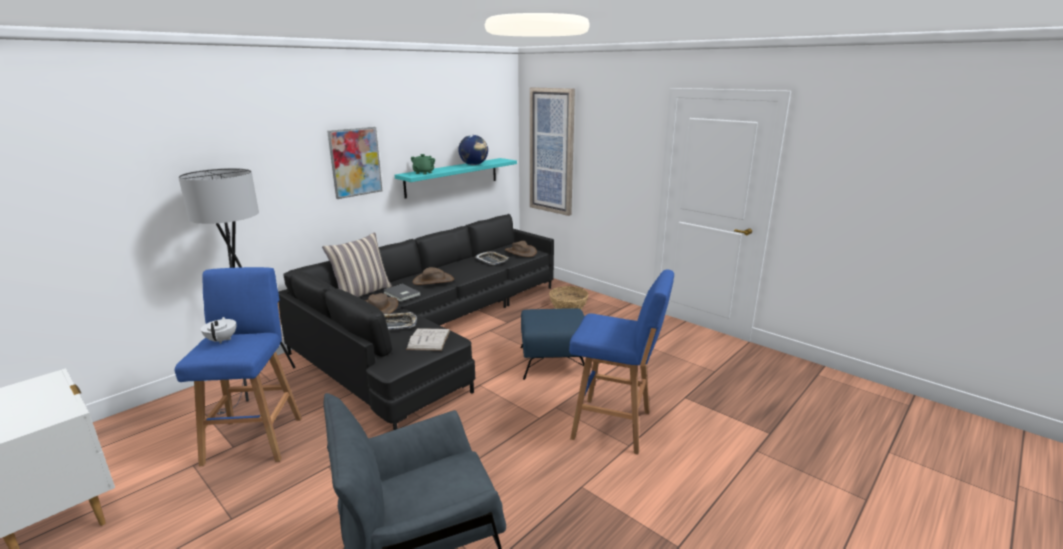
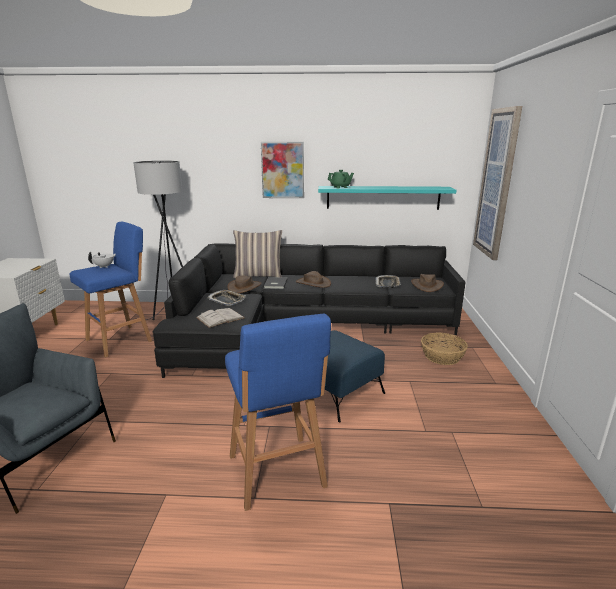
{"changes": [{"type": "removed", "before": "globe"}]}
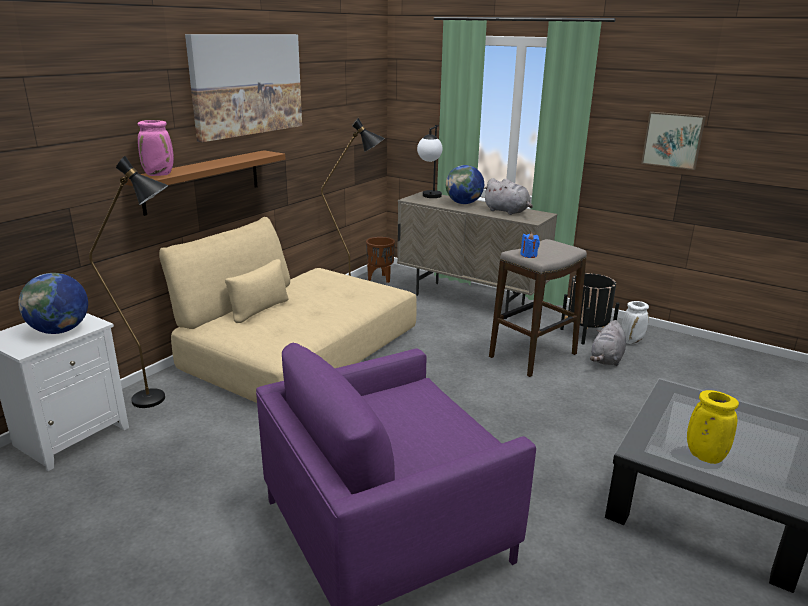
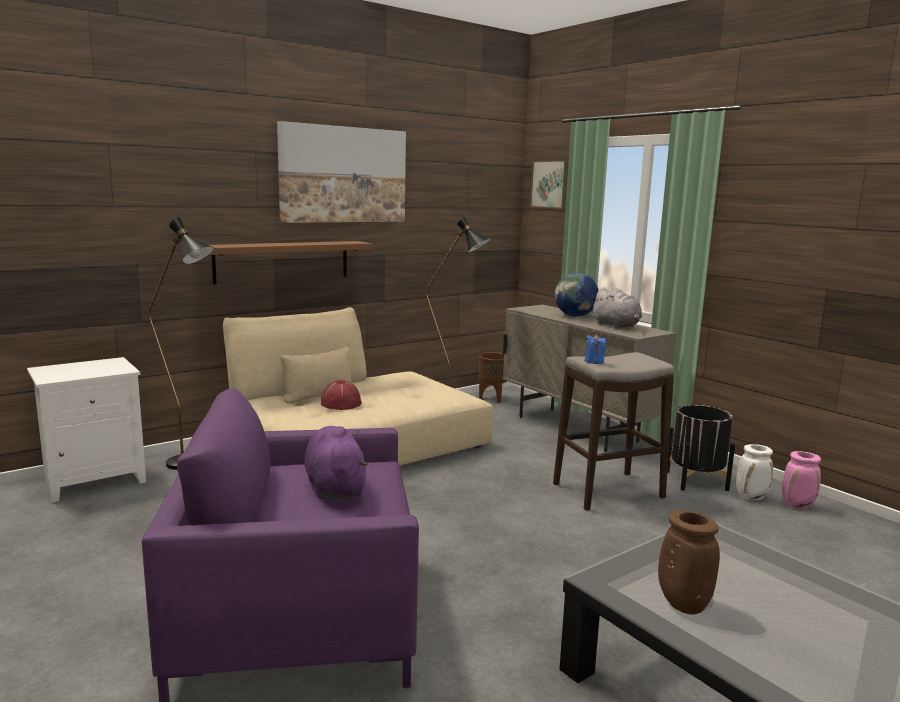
{"changes": [{"type": "added", "after": "peluche (violet)"}, {"type": "added", "after": "chapeau (rouge)"}, {"type": "moved", "before": "tableau (2nd from left)"}, {"type": "recoloured", "before": "vase (jaune)", "after": "vase (marron)"}, {"type": "moved", "before": "vase (rose)"}, {"type": "removed", "before": "globe (1st from left)"}, {"type": "removed", "before": "lampe de table"}, {"type": "removed", "before": "peluche (gris) (2nd from left)"}]}
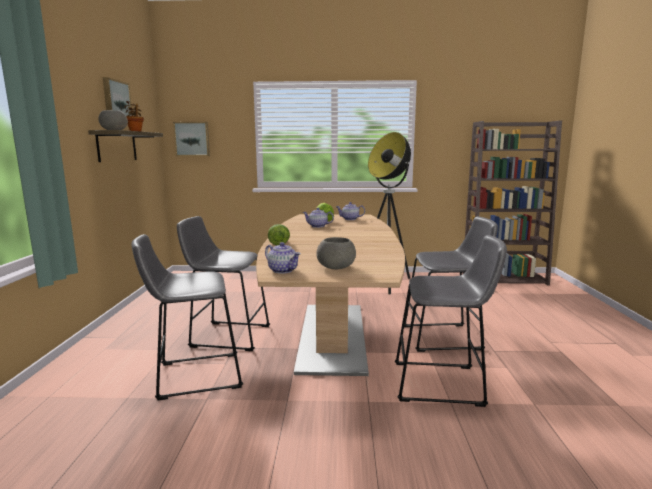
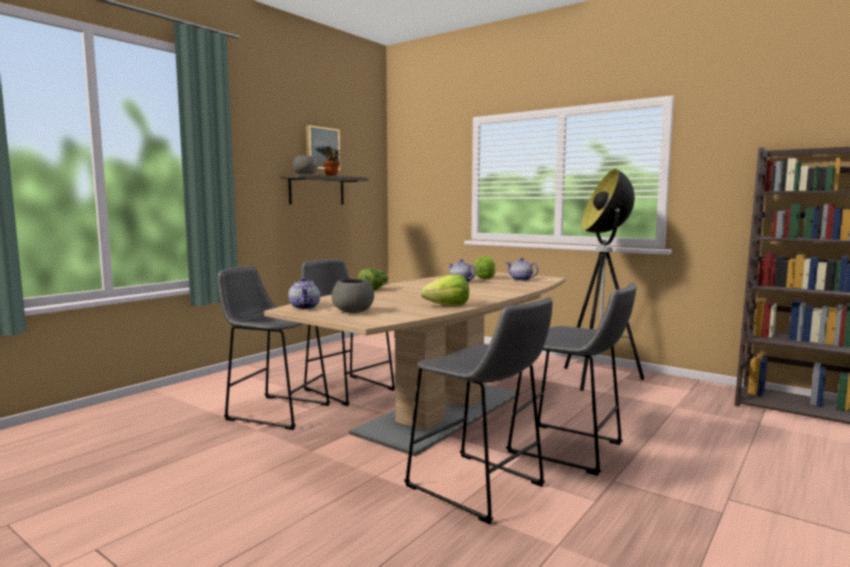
{"changes": [{"type": "added", "after": "laitue (2nd from left)"}, {"type": "removed", "before": "tableau (2nd from left)"}]}
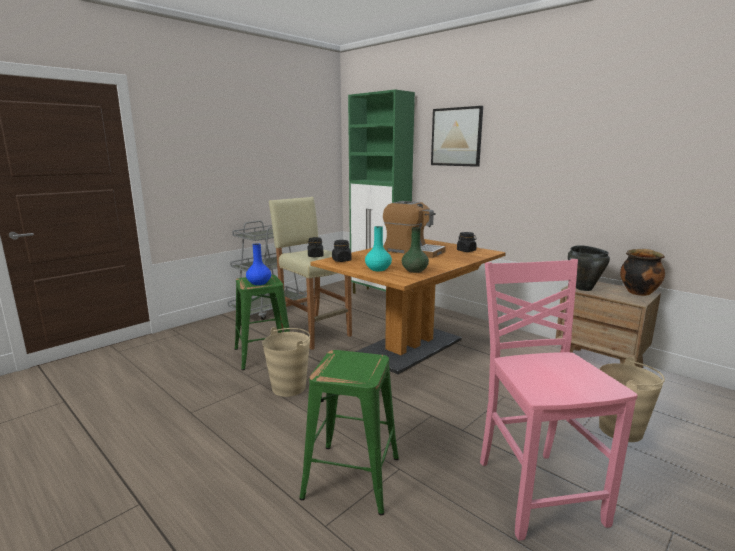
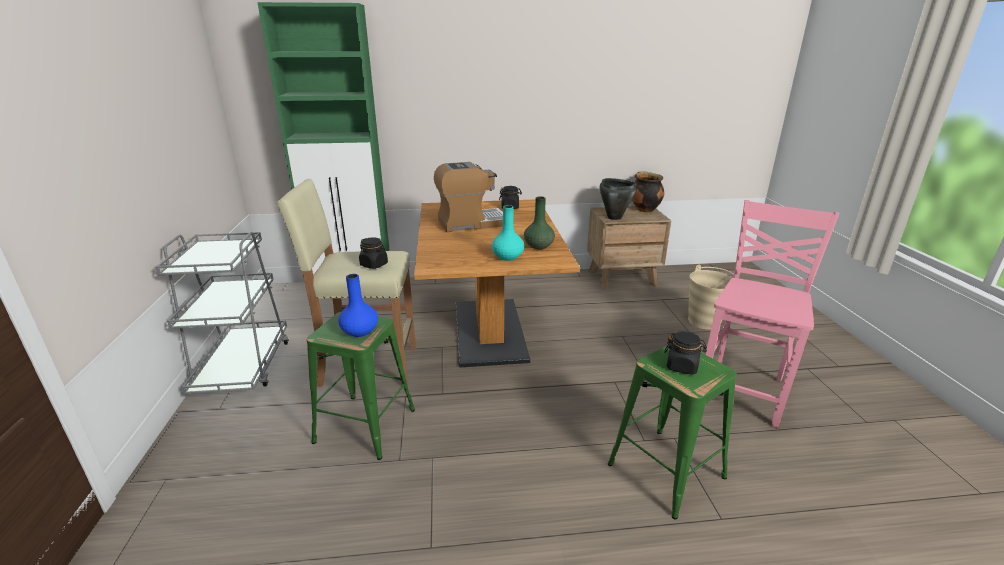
{"changes": [{"type": "moved", "before": "bocal (noir) (2nd from left in the first image)", "after": "bocal (noir) (3rd from left)"}, {"type": "turned", "before": "chaise (rose)", "turn": 90}, {"type": "removed", "before": "seau (beige) (1st from left)"}, {"type": "removed", "before": "tableau"}]}
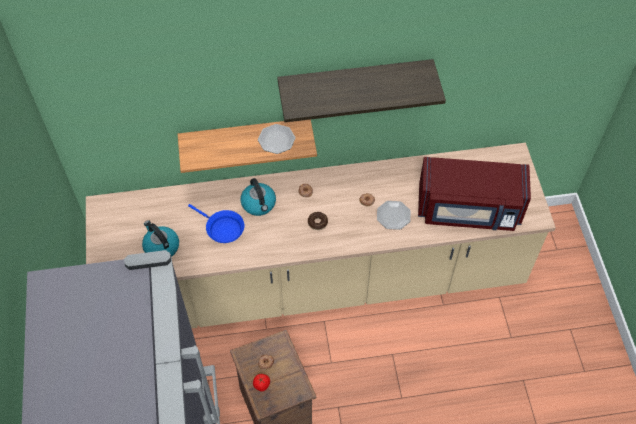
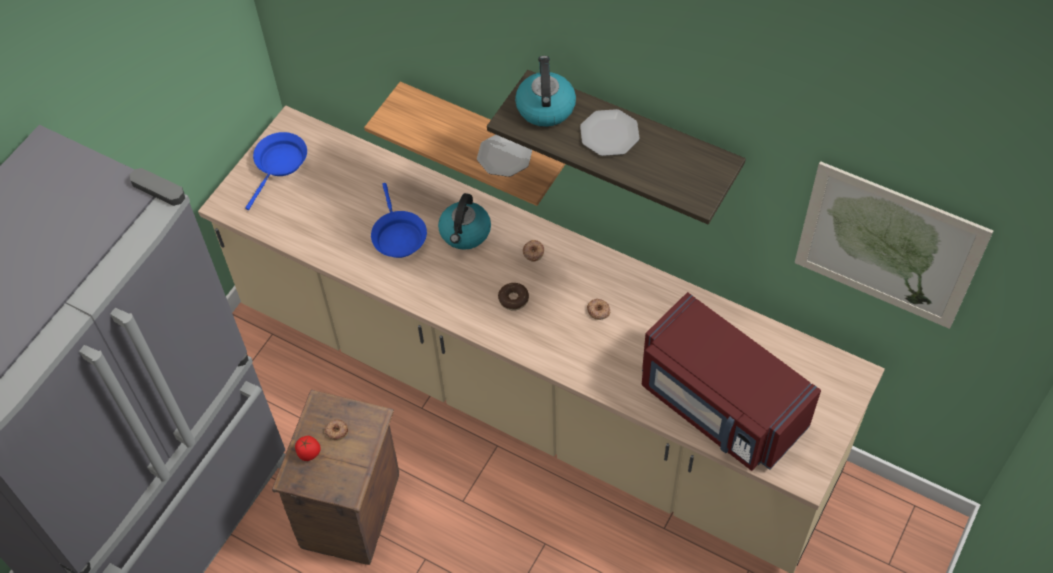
{"changes": [{"type": "added", "after": "poêle (bleu) (1st from left)"}, {"type": "moved", "before": "bouilloire (1st from left in the first image)", "after": "bouilloire (2nd from left)"}, {"type": "moved", "before": "assiette (2nd from left)"}, {"type": "added", "after": "tableau"}]}
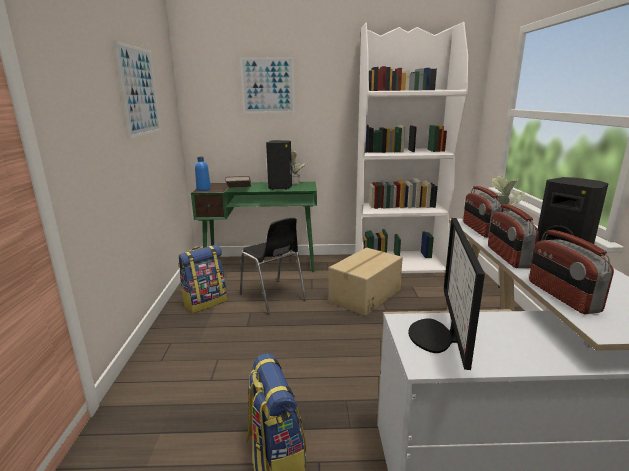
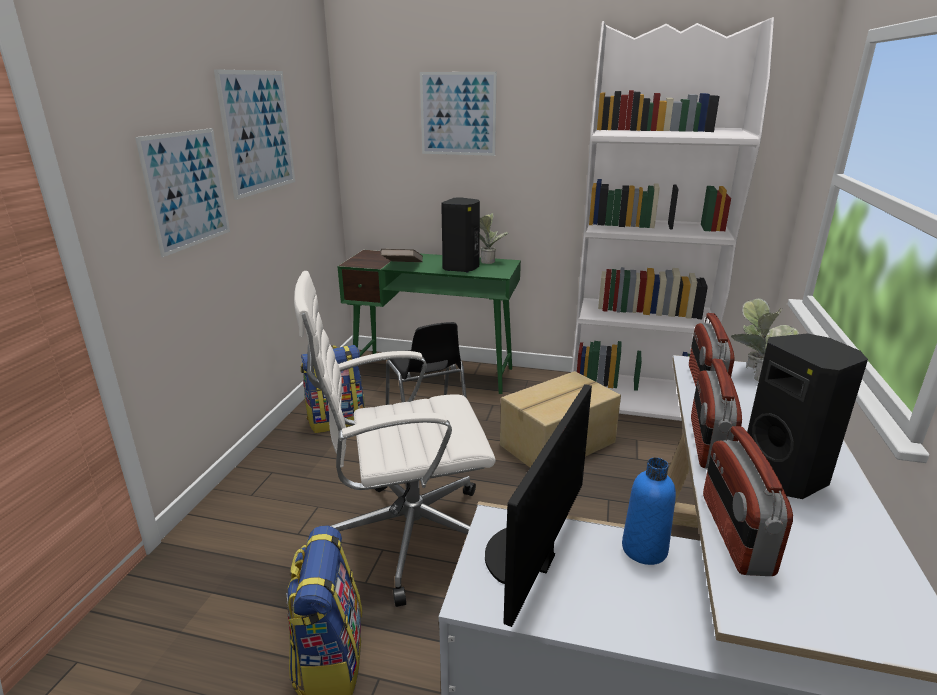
{"changes": [{"type": "added", "after": "tableau (1st from left)"}, {"type": "added", "after": "chaise de bureau (blanc)"}, {"type": "moved", "before": "bouteille (bleu)"}]}
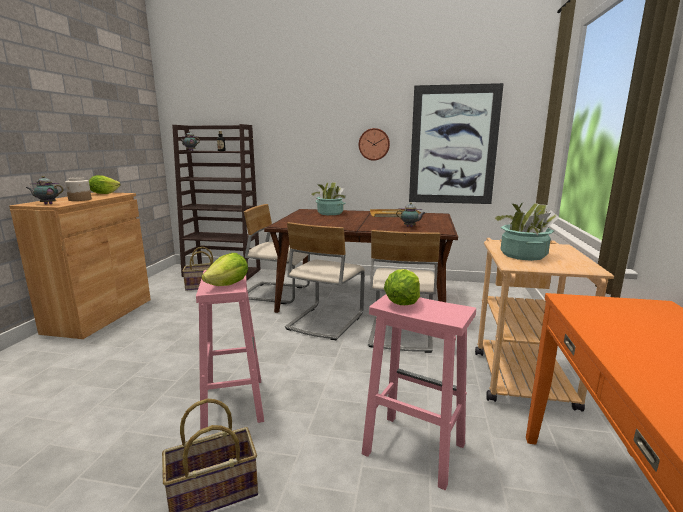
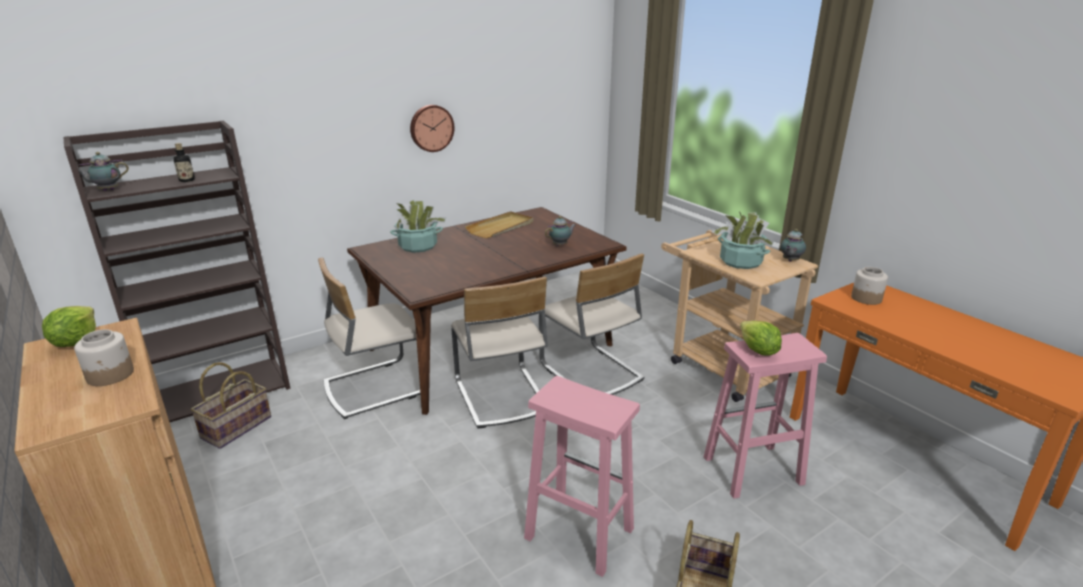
{"changes": [{"type": "moved", "before": "théière (1st from left in the first image)", "after": "théière (3rd from left)"}, {"type": "added", "after": "bocal (2nd from left)"}, {"type": "removed", "before": "laitue (2nd from left)"}, {"type": "removed", "before": "tableau"}]}
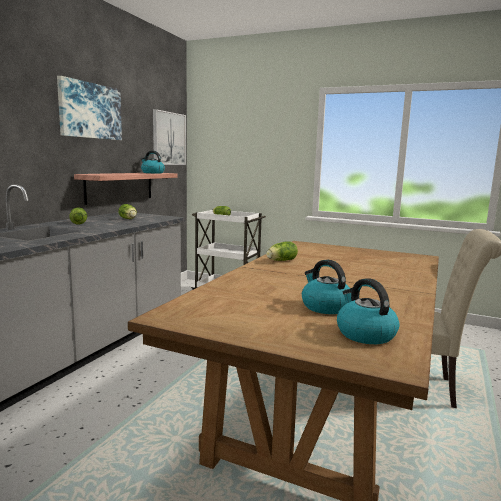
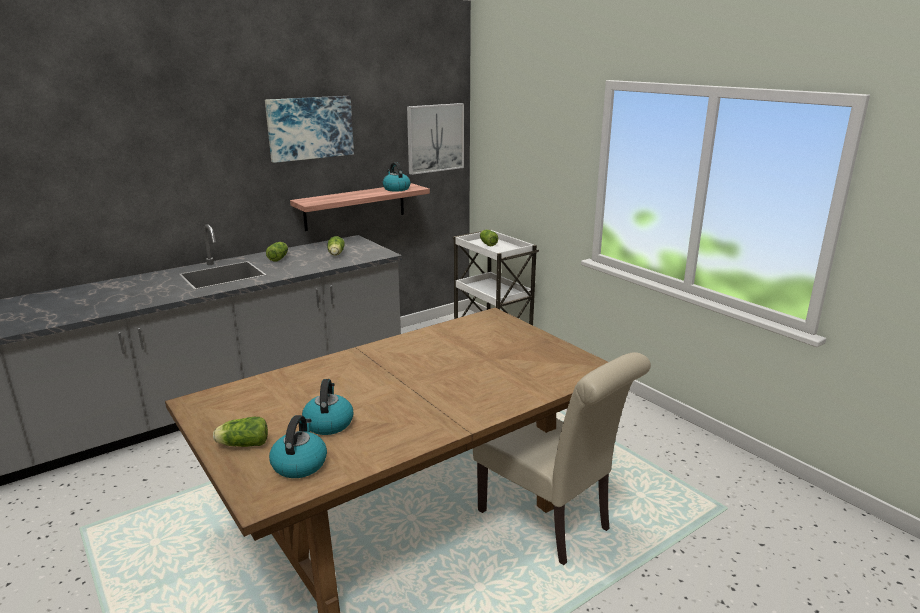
{"changes": [{"type": "moved", "before": "laitue (4th from left in the first image)", "after": "laitue (1st from left)"}]}
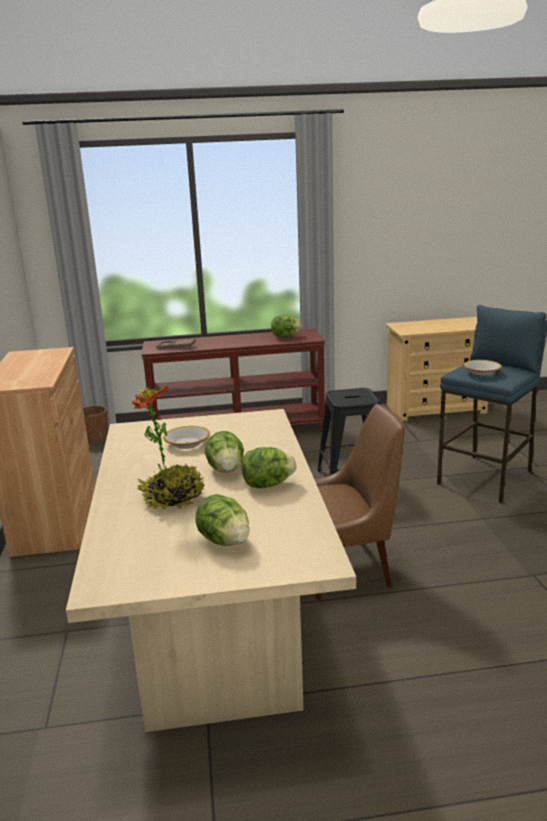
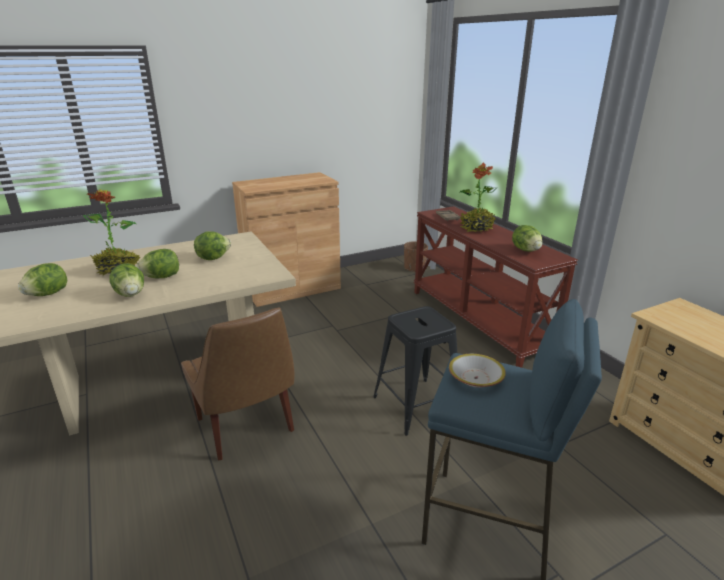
{"changes": [{"type": "replaced", "before": "bol (1st from left)", "after": "laitue (4th from left)"}, {"type": "added", "after": "plante en pot (2nd from left)"}]}
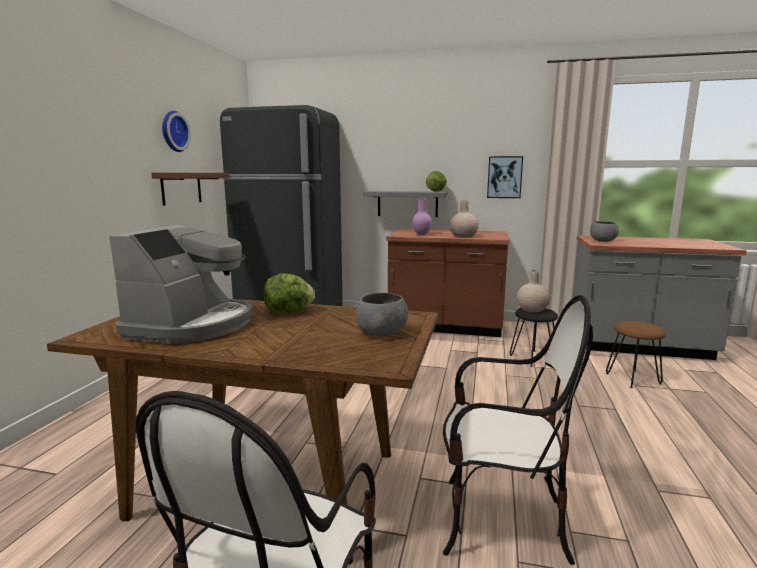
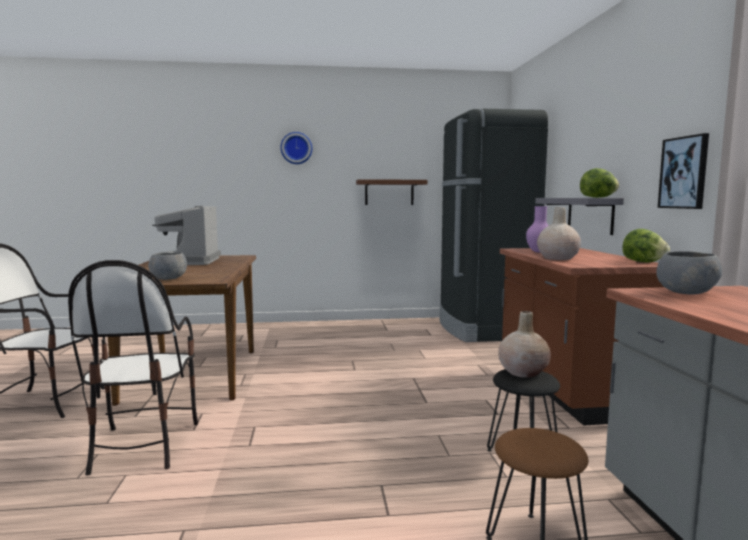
{"changes": [{"type": "turned", "before": "machine à café", "turn": 90}, {"type": "moved", "before": "horloge murale"}, {"type": "moved", "before": "laitue (1st from left in the first image)", "after": "laitue (2nd from left)"}]}
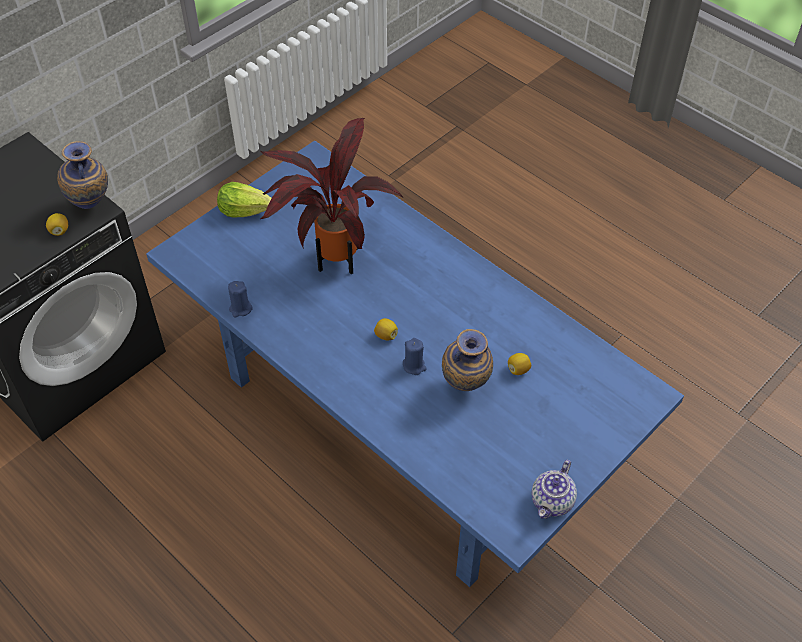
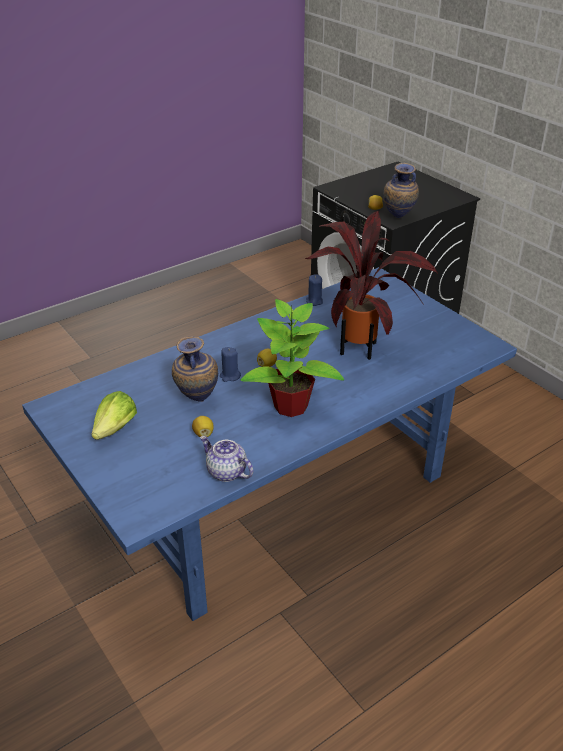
{"changes": [{"type": "moved", "before": "laitue"}, {"type": "moved", "before": "théière"}, {"type": "added", "after": "plante en pot (1st from left)"}]}
